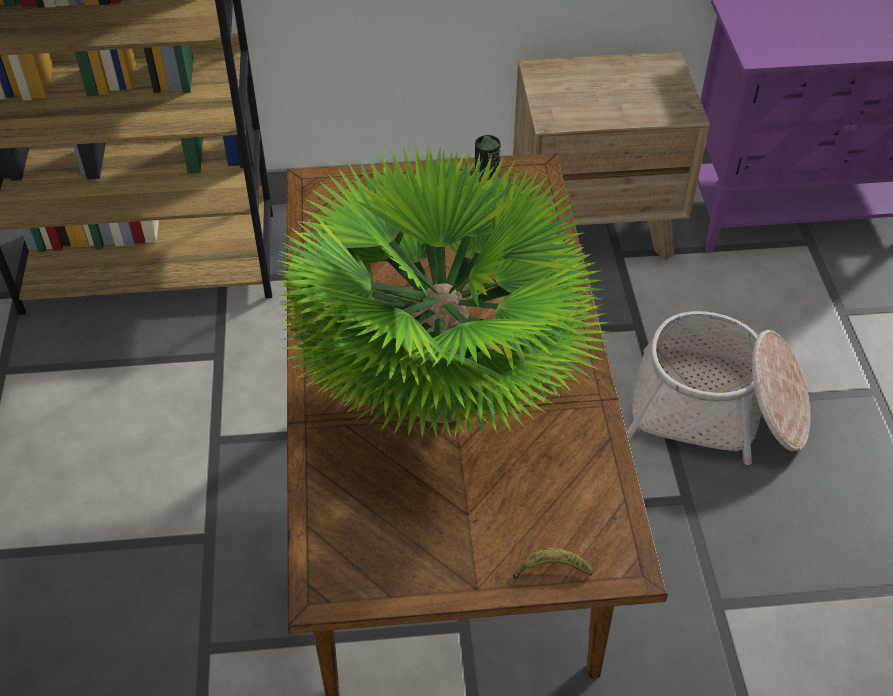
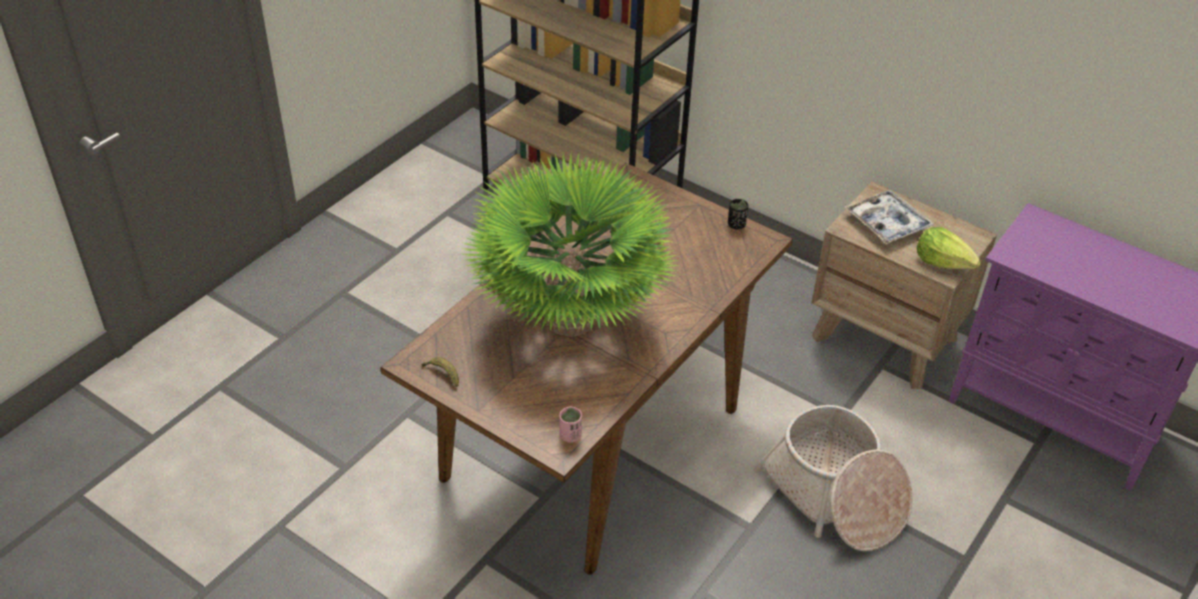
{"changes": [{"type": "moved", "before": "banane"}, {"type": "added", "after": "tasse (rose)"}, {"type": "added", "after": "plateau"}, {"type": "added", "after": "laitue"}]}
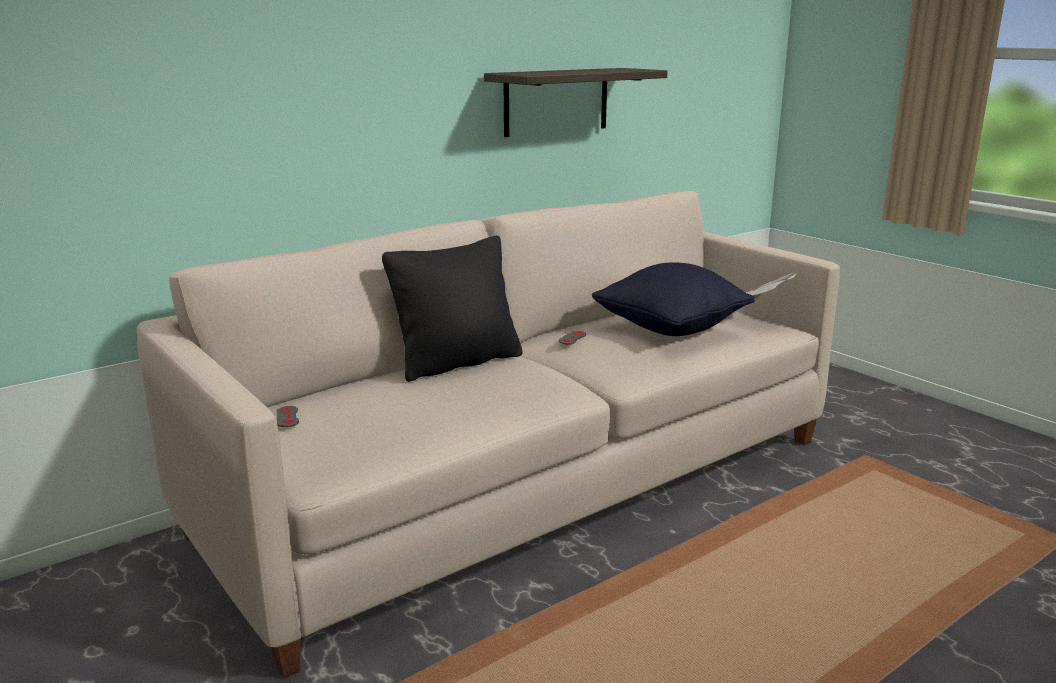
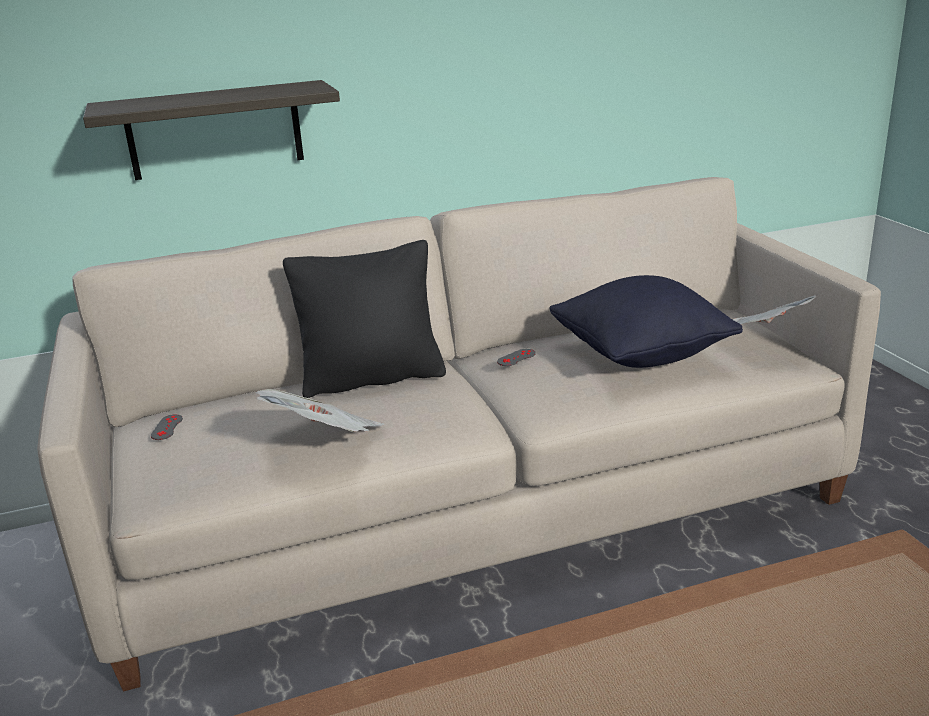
{"changes": [{"type": "moved", "before": "étagère"}, {"type": "added", "after": "journal (1st from left)"}]}
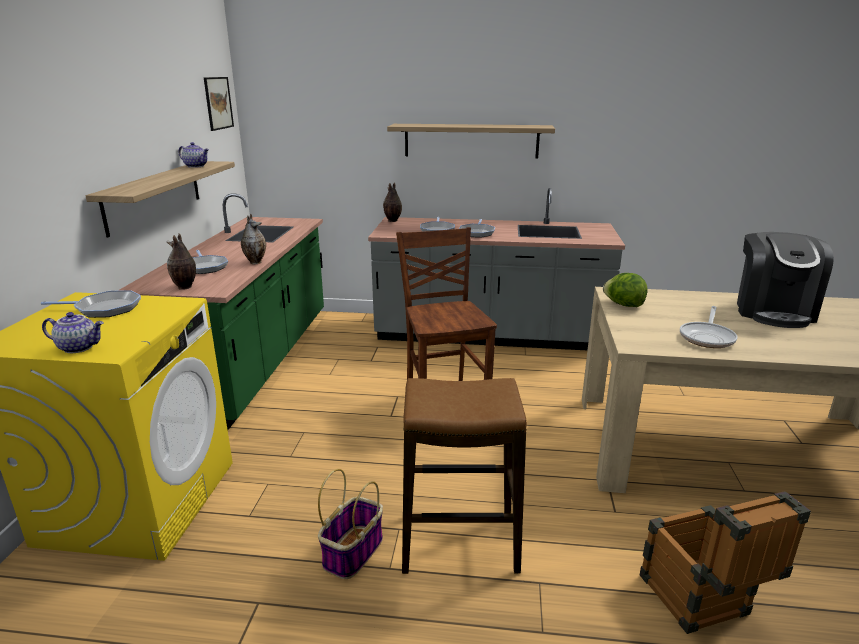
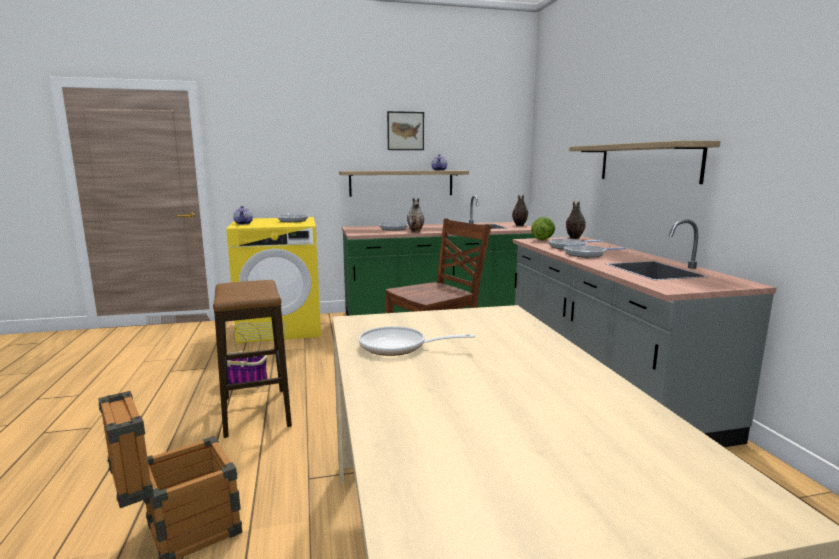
{"changes": [{"type": "moved", "before": "tableau"}, {"type": "moved", "before": "vase (1st from left in the first image)", "after": "vase (2nd from left)"}, {"type": "moved", "before": "laitue"}, {"type": "removed", "before": "machine à café"}]}
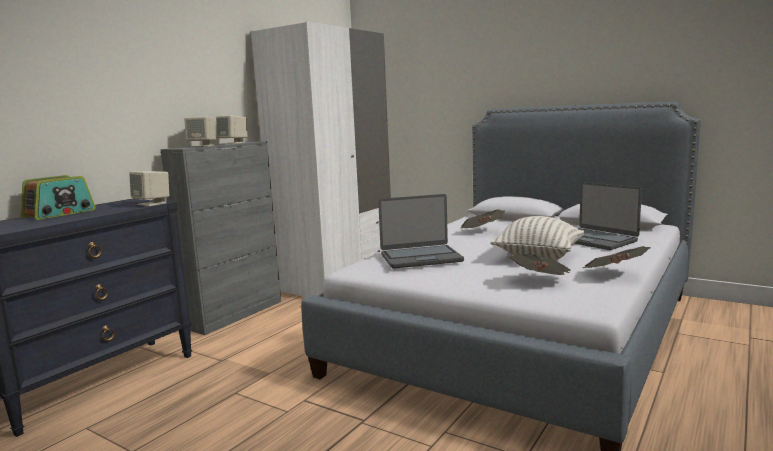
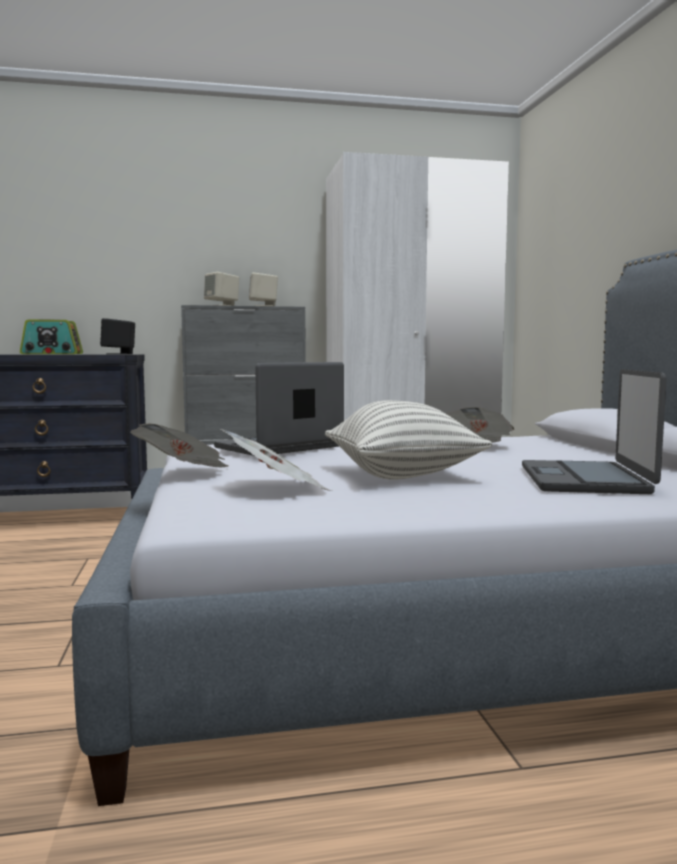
{"changes": [{"type": "recoloured", "before": "enceinte (beige) (1st from left)", "after": "enceinte (noir)"}, {"type": "moved", "before": "journal (3rd from left in the first image)", "after": "journal (1st from left)"}, {"type": "turned", "before": "ordinateur portable (1st from left)", "turn": 105}]}
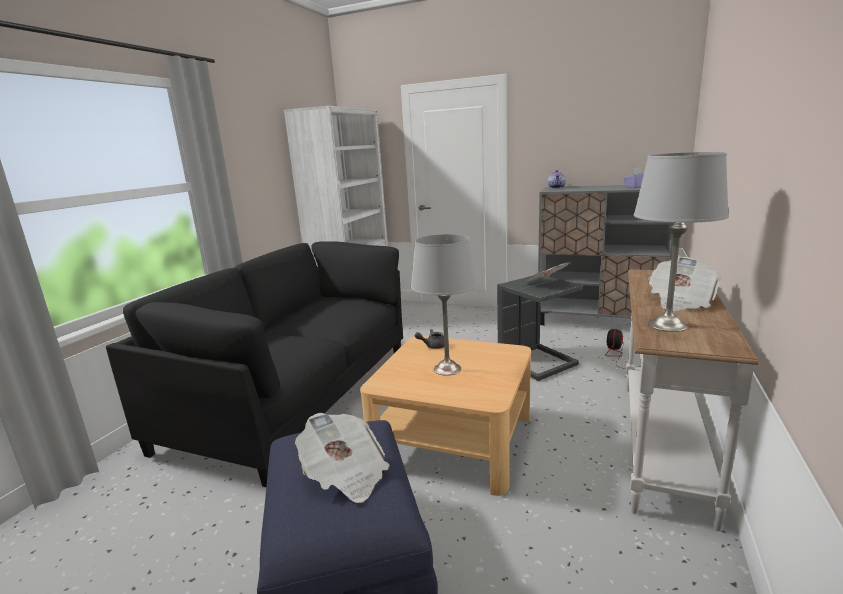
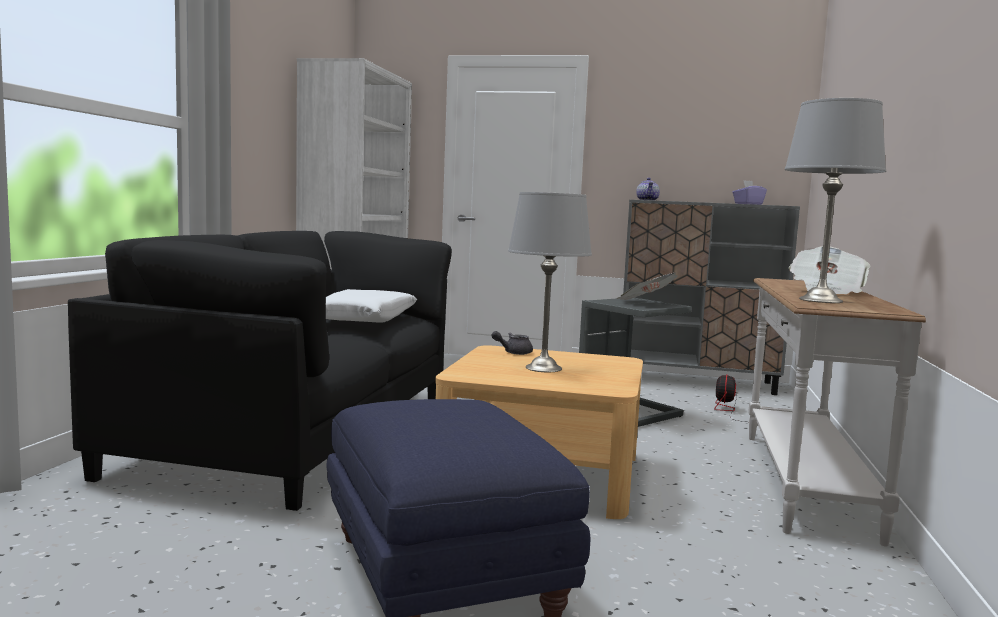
{"changes": [{"type": "added", "after": "coussin (blanc)"}, {"type": "removed", "before": "journal (1st from left)"}]}
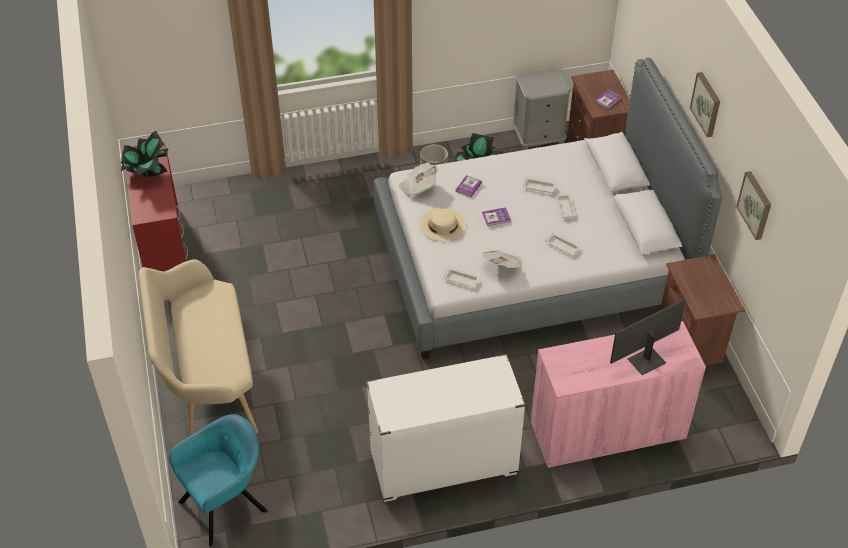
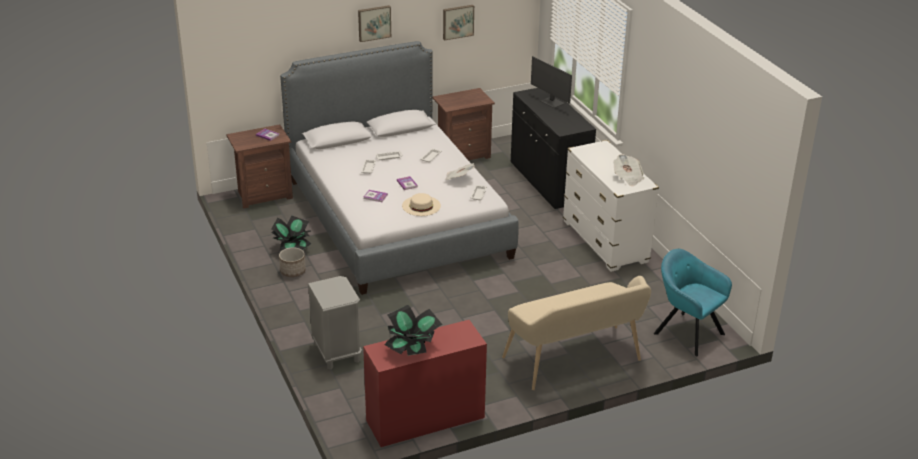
{"changes": [{"type": "moved", "before": "table de chevet (gris)"}, {"type": "recoloured", "before": "meuble de rangement (rose)", "after": "meuble de rangement (noir)"}, {"type": "moved", "before": "journal (1st from left in the first image)", "after": "journal (2nd from left)"}]}
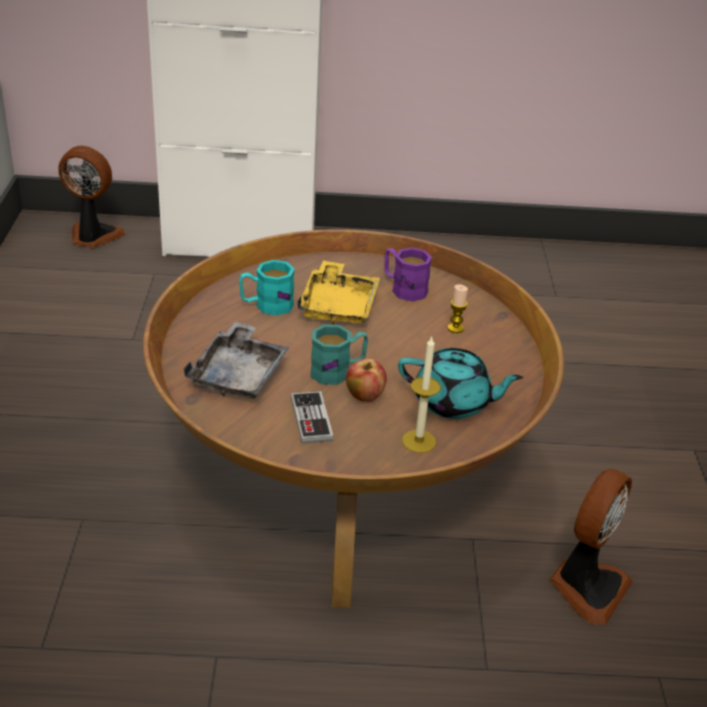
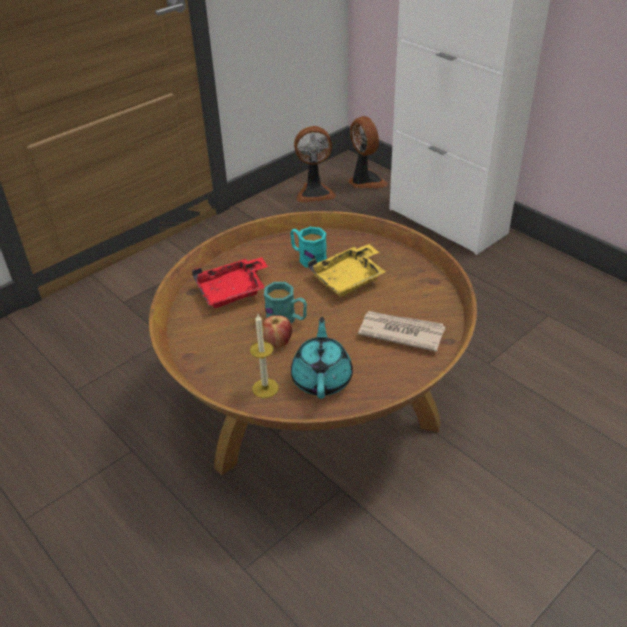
{"changes": [{"type": "recoloured", "before": "plateau (gris)", "after": "plateau (rouge)"}, {"type": "turned", "before": "théière (turquoise)", "turn": -150}, {"type": "moved", "before": "ventilateur (2nd from left in the first image)", "after": "ventilateur (1st from left)"}, {"type": "replaced", "before": "bougie (2nd from left)", "after": "journal"}, {"type": "removed", "before": "manette"}, {"type": "removed", "before": "mug (violet)"}]}
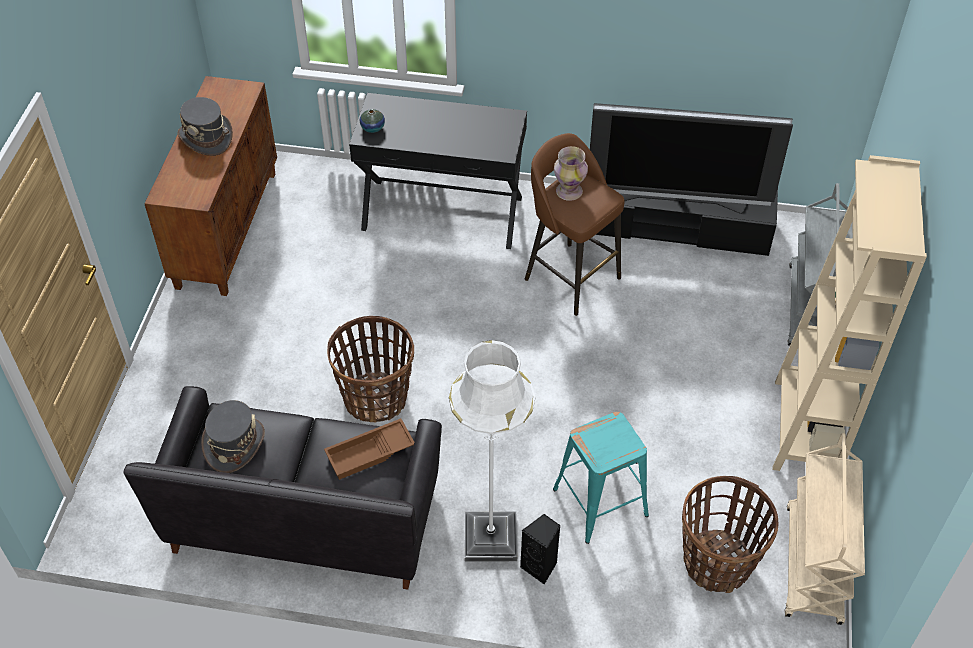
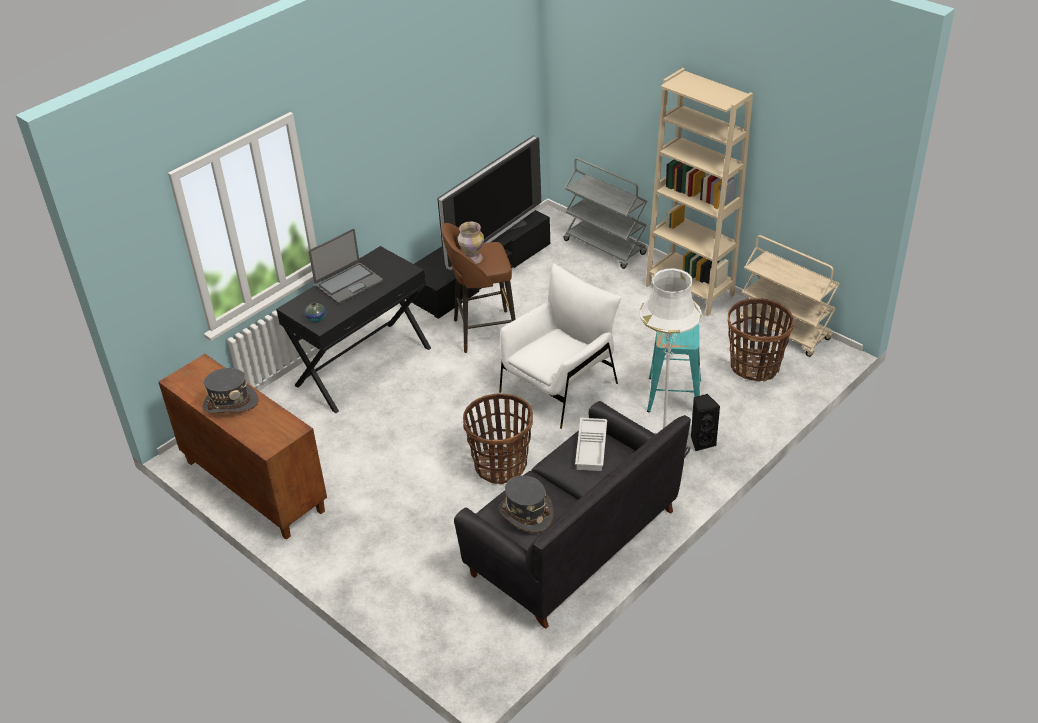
{"changes": [{"type": "added", "after": "ordinateur portable"}, {"type": "added", "after": "fauteuil (blanc)"}, {"type": "recoloured", "before": "plateau (marron)", "after": "plateau (blanc)"}]}
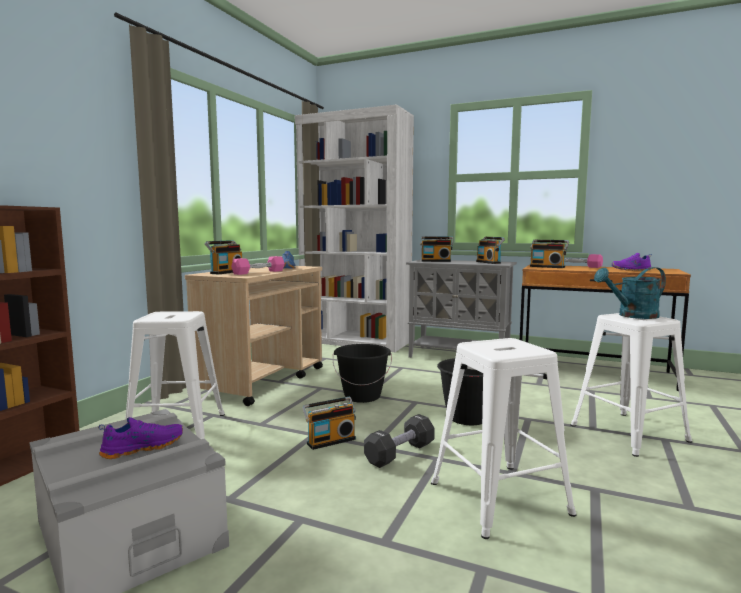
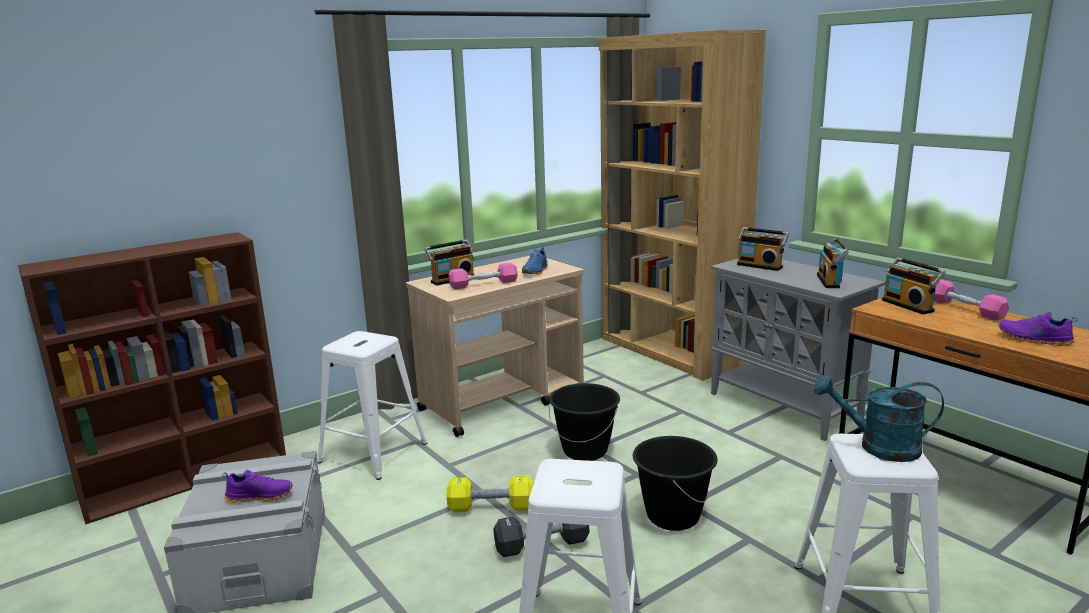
{"changes": [{"type": "replaced", "before": "radio (2nd from left)", "after": "haltère (jaune)"}, {"type": "recoloured", "before": "bibliothèque (blanc)", "after": "bibliothèque (marron) (2nd from left)"}]}
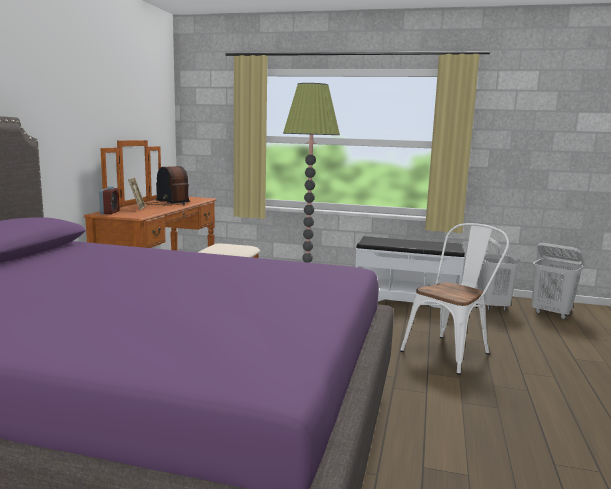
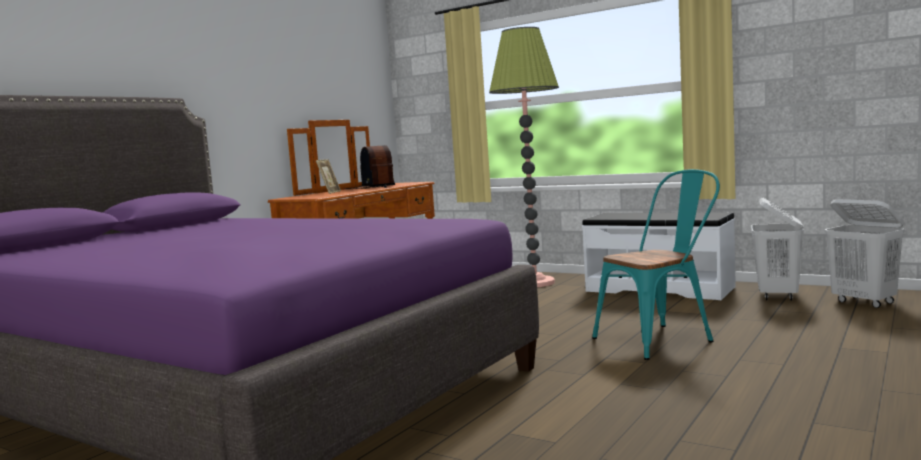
{"changes": [{"type": "recoloured", "before": "chaise (blanc)", "after": "chaise (turquoise)"}, {"type": "removed", "before": "réveil"}]}
